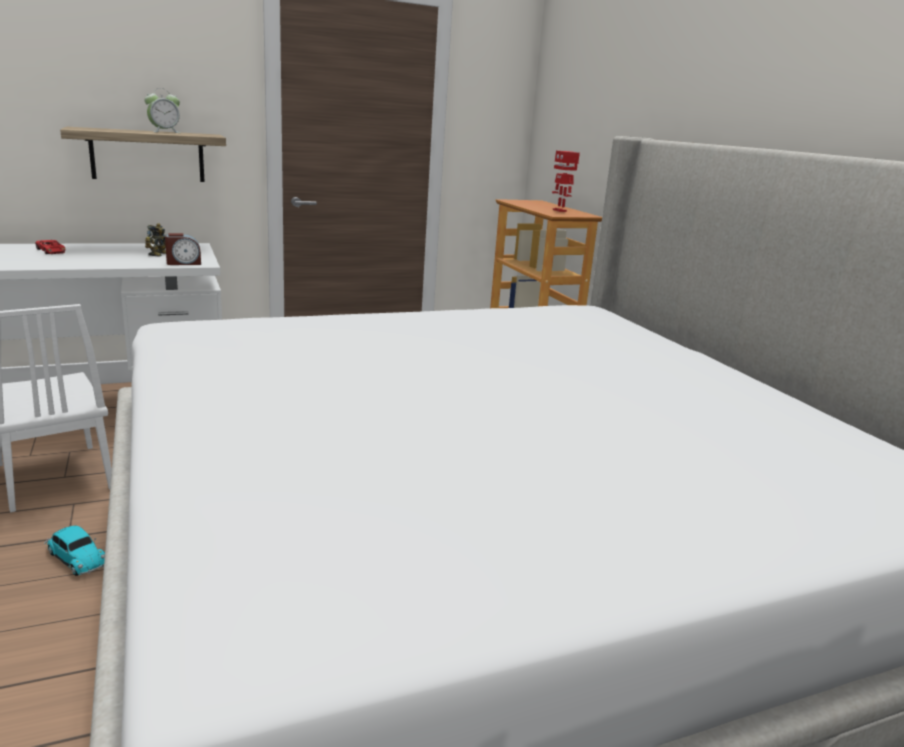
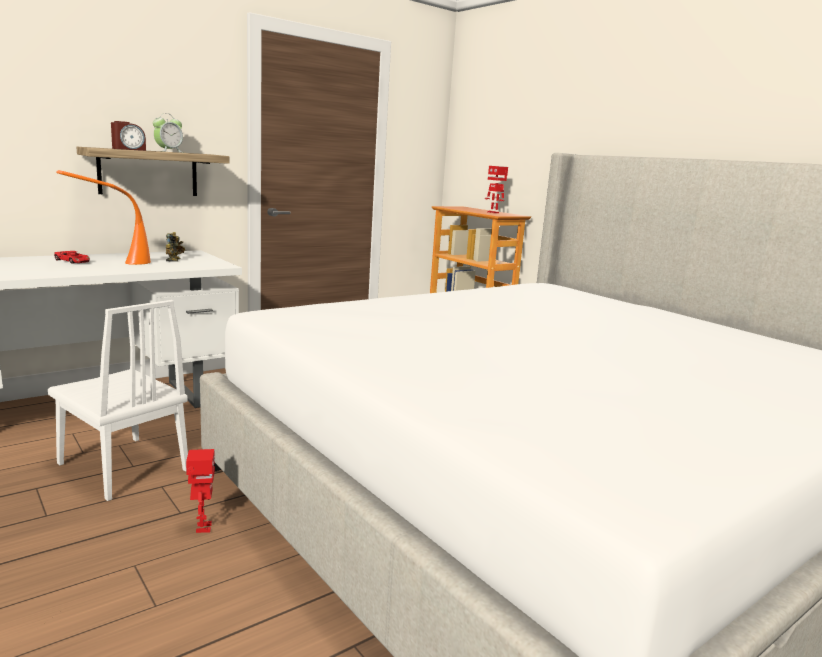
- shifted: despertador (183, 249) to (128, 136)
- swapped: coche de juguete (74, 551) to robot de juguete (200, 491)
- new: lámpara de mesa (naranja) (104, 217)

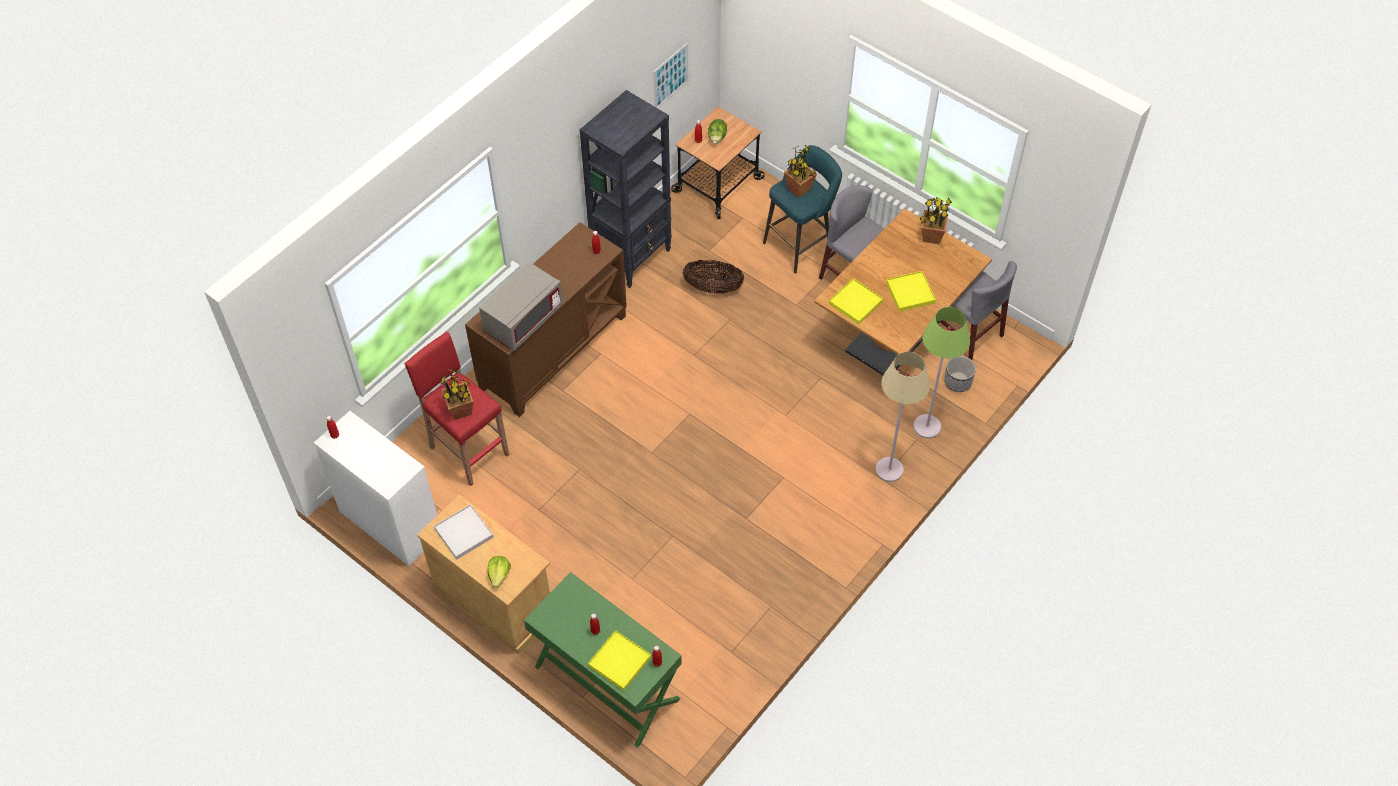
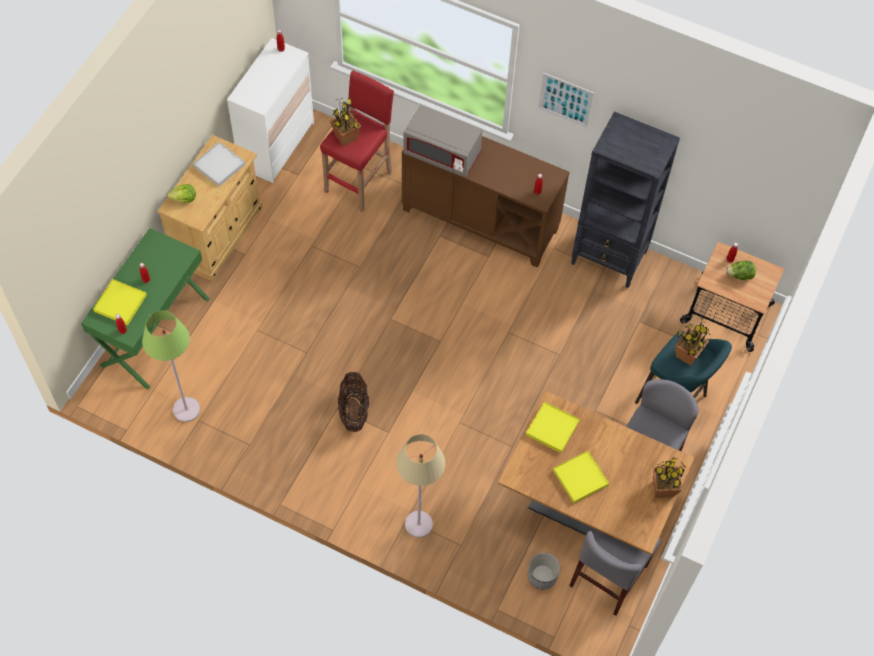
- shifted: cuadro (670, 75) to (566, 100)
- shifted: cesta (713, 277) to (353, 402)
- shifted: lámpara de pie (verde) (941, 372) to (171, 366)

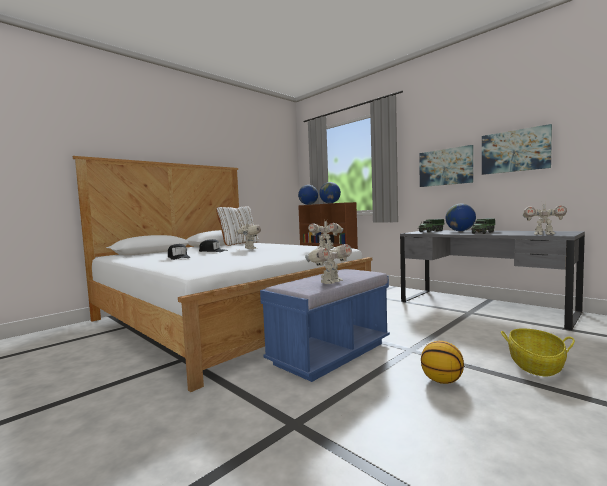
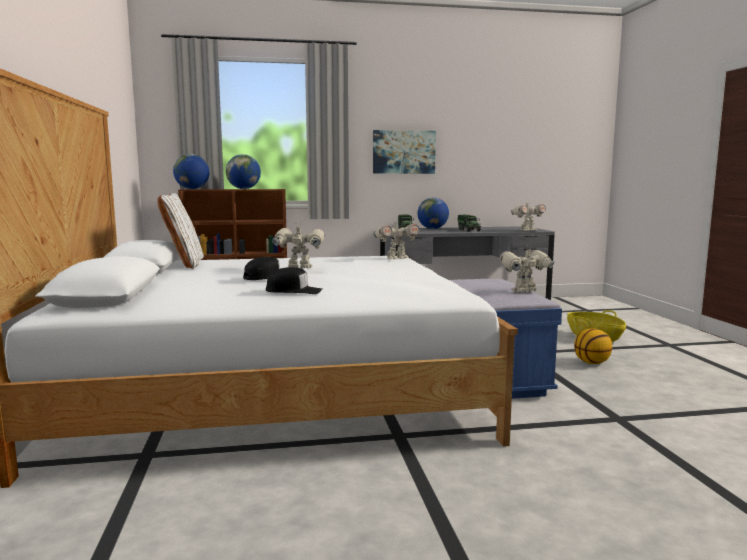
- gone: cuadro (517, 149)
- rotated: robot de juguete (328, 261) = (527, 269) 105 degrees counterclockwise

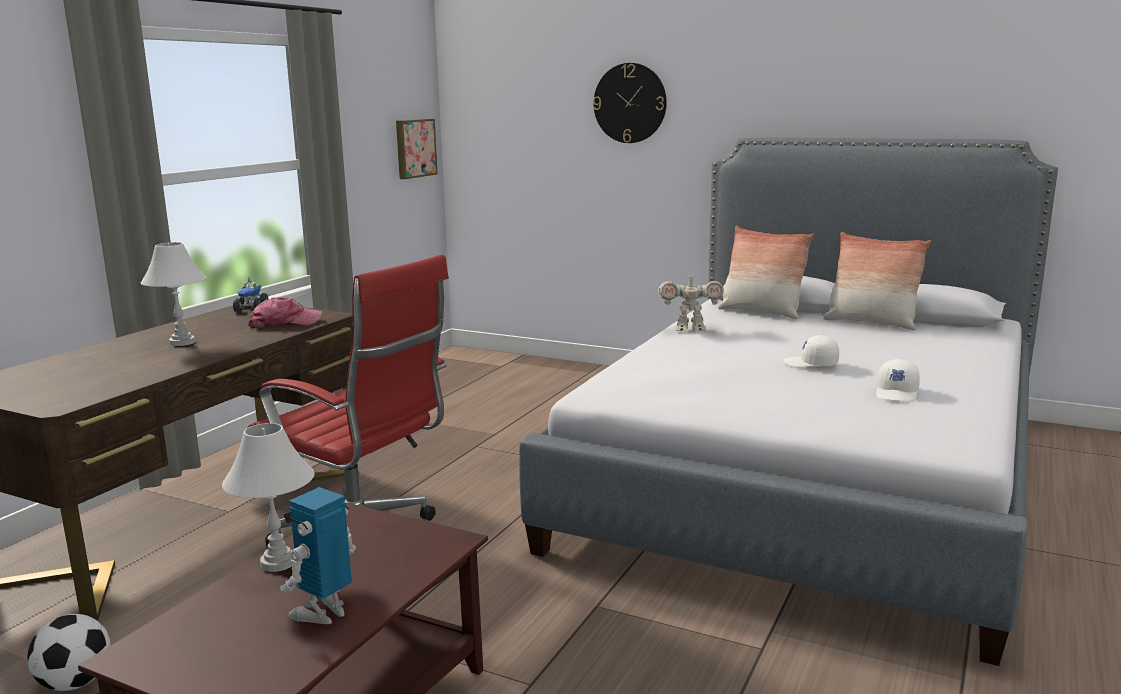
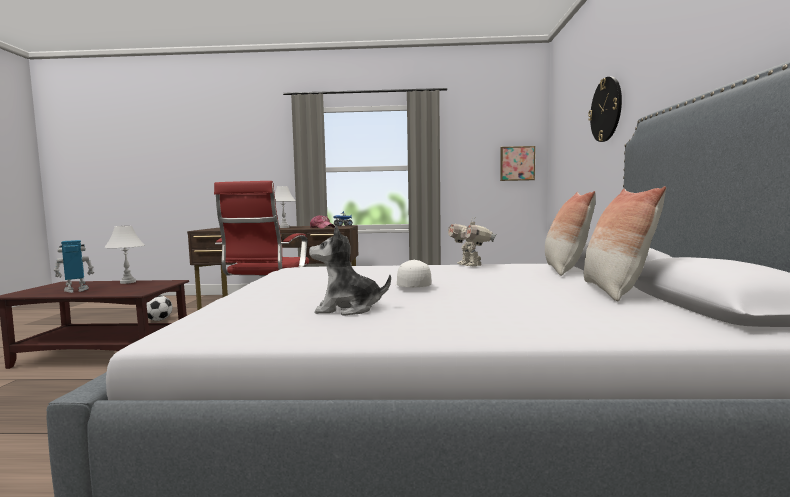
- swapped: gorra (blanco) (898, 380) to peluche (350, 270)
- rotated: robot de juguete (318, 555) = (73, 266) 45 degrees counterclockwise

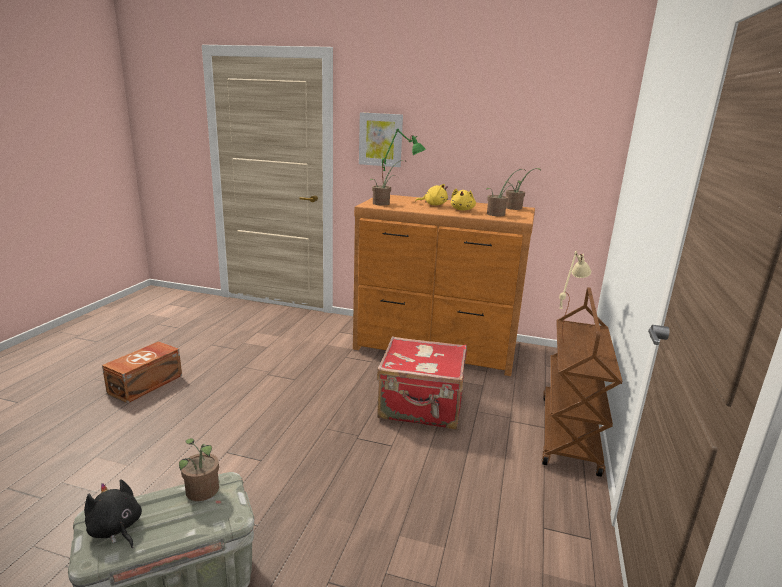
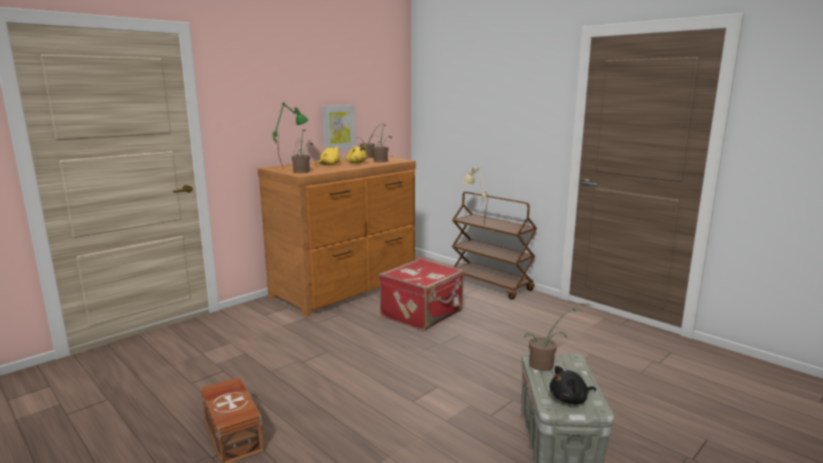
- shifted: cuadro (381, 139) to (339, 127)

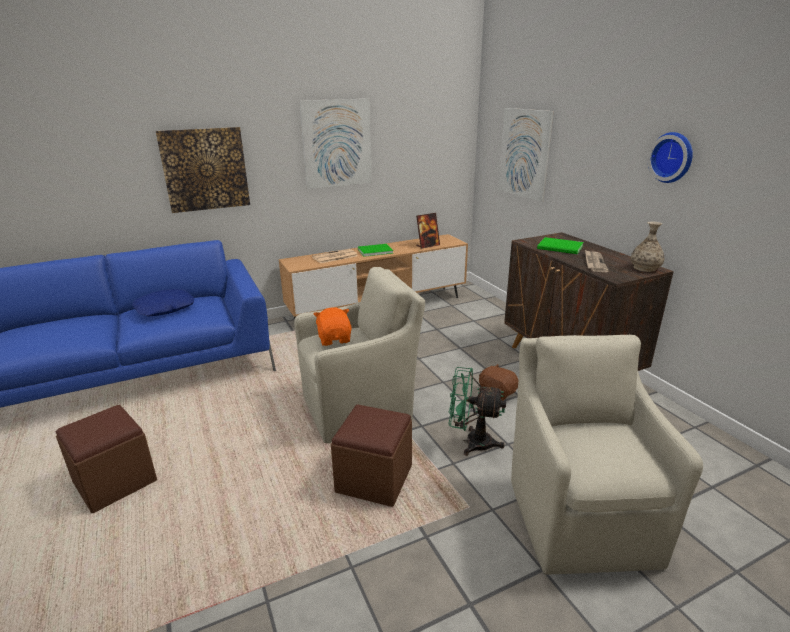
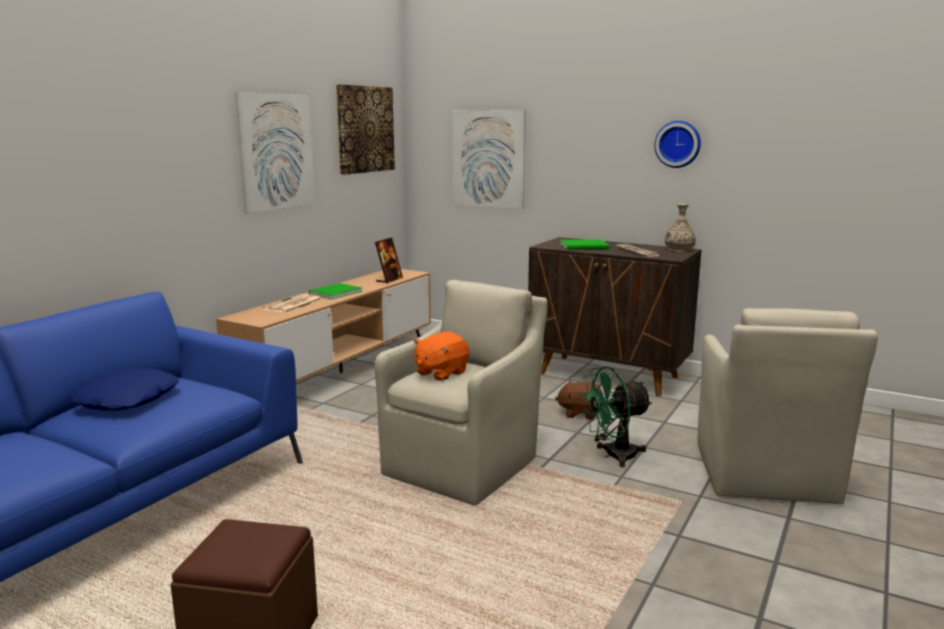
- shifted: cuadro (203, 170) to (365, 129)
- rotated: peluche (naranja) (333, 326) = (441, 356) 90 degrees counterclockwise
- rotated: sillón (beis) (607, 455) = (787, 406) 135 degrees counterclockwise
- gone: puf (marrón) (371, 456)

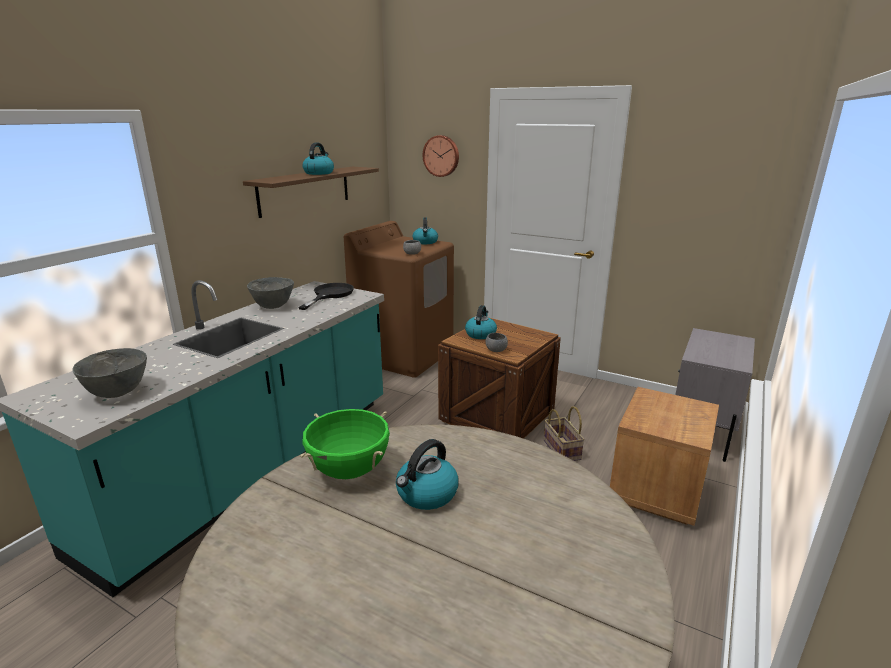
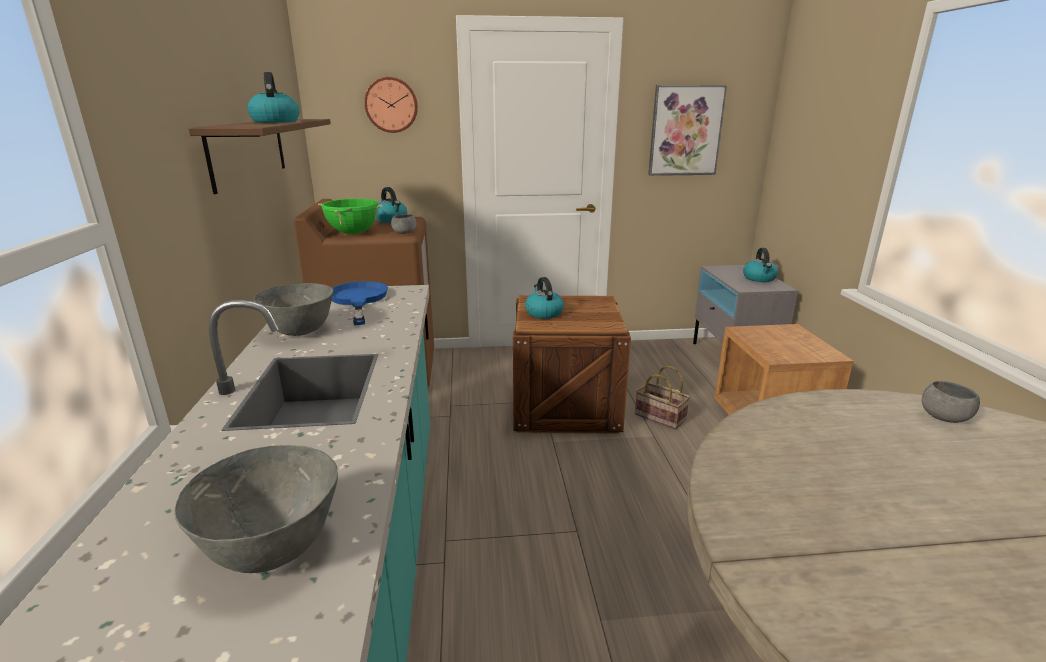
- repainted: sartén (negro) (326, 296) to sartén (azul) (360, 303)
- shifted: cuenco (gris) (497, 342) to (950, 402)
- shifted: olla (verde) (345, 444) to (350, 216)
- shifted: hervidor (427, 474) to (760, 265)
- new: cuadro (687, 130)

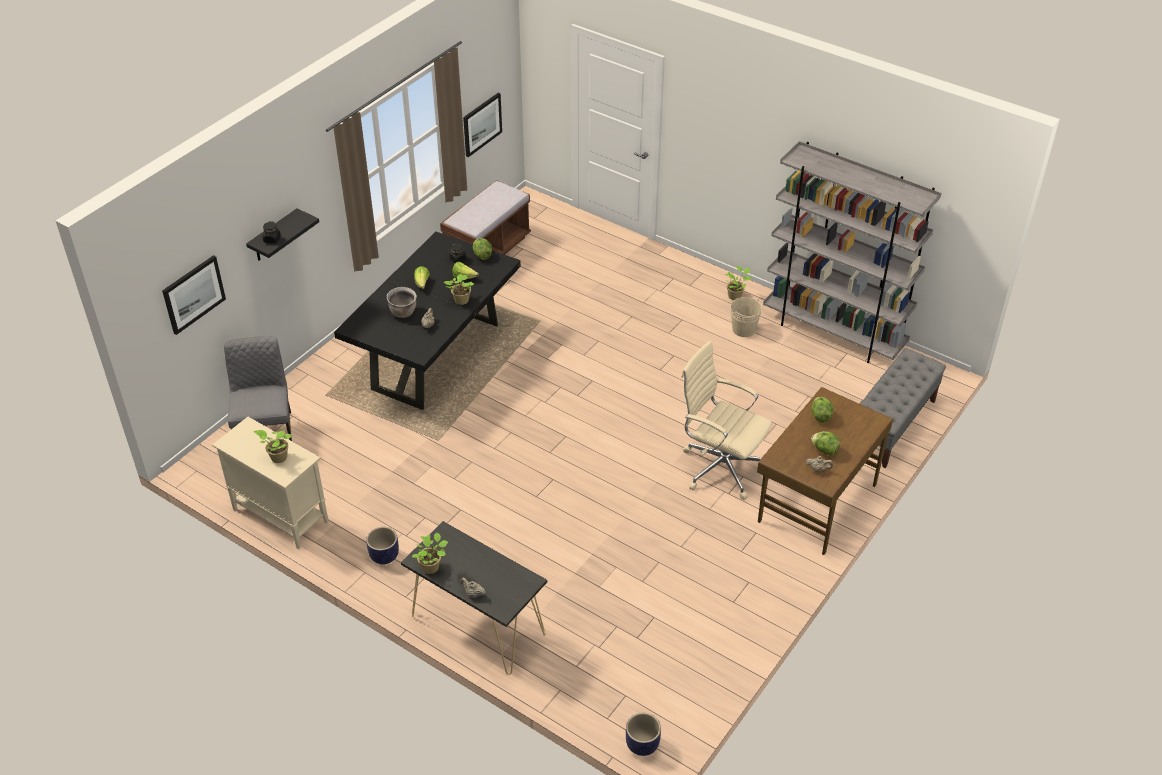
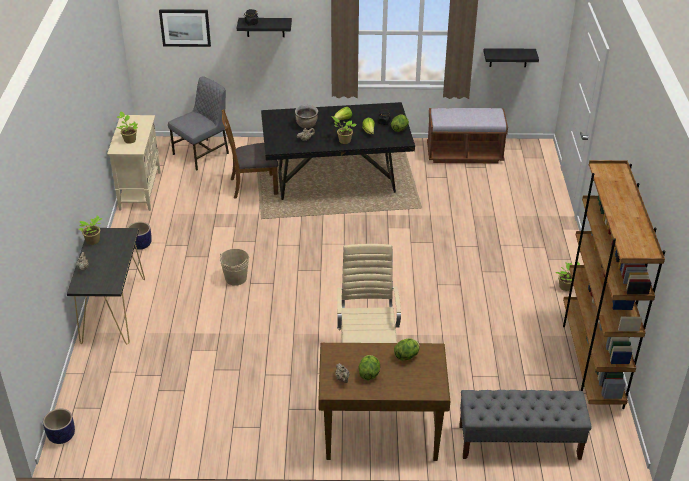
- swapped: cuadro (482, 125) to estante (negro) (511, 57)
- repainted: estantería (gris) (852, 252) to estantería (marrón) (614, 284)
- shifted: cubo (beis) (746, 317) to (234, 267)
- new: silla (marrón) (250, 154)

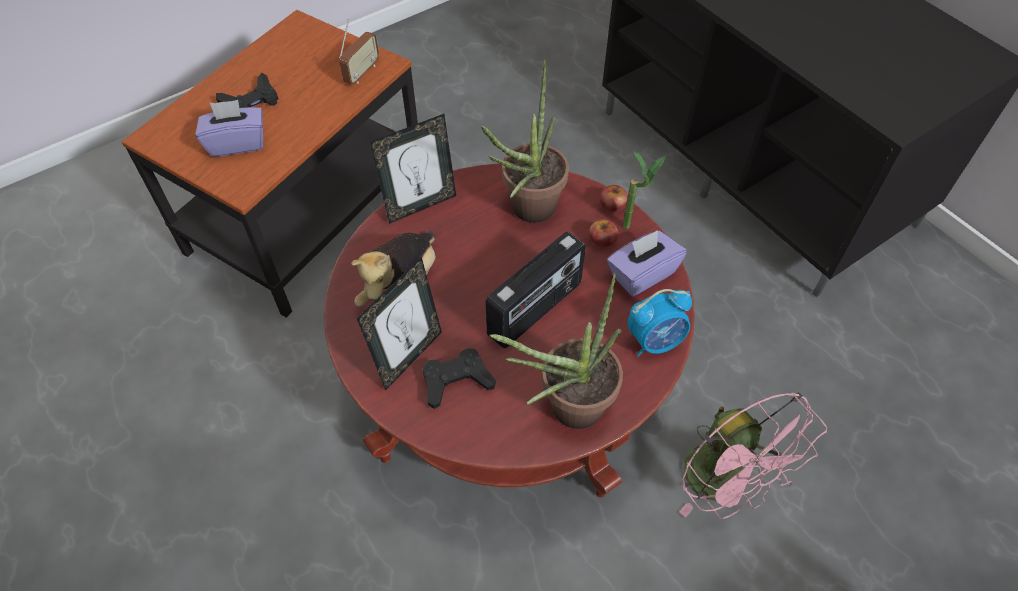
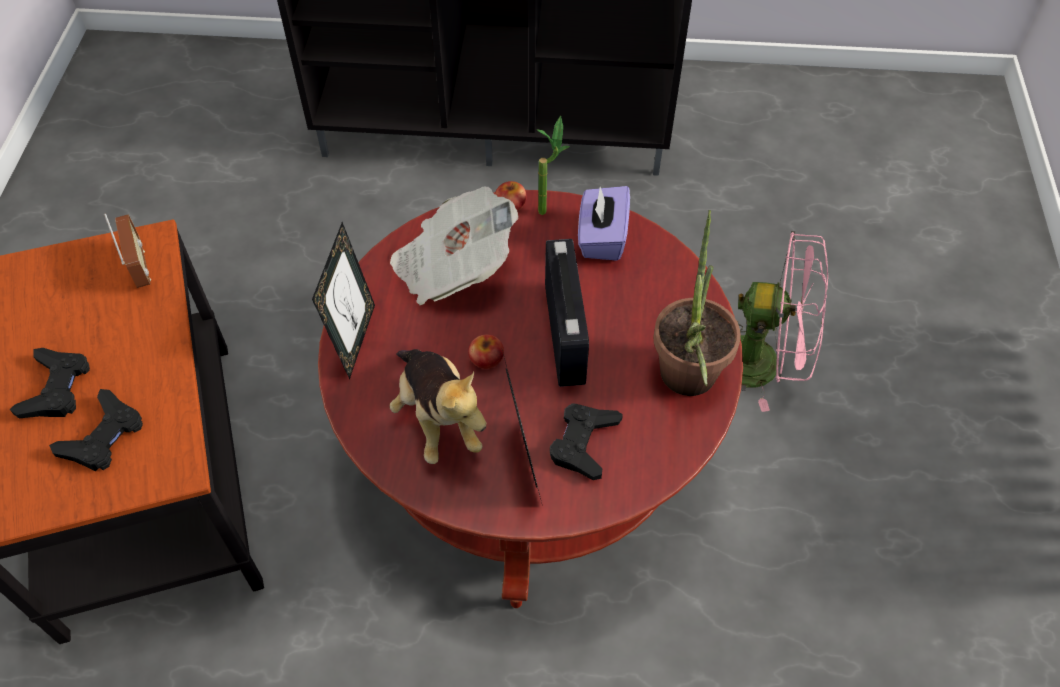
- swapped: planta en maceta (525, 141) to periódico (454, 246)
- swapped: caja de pañuelos (morado) (229, 128) to mando de consola (negro) (96, 430)
- shifted: manzana (603, 233) to (486, 352)
- gone: despertador (659, 323)

